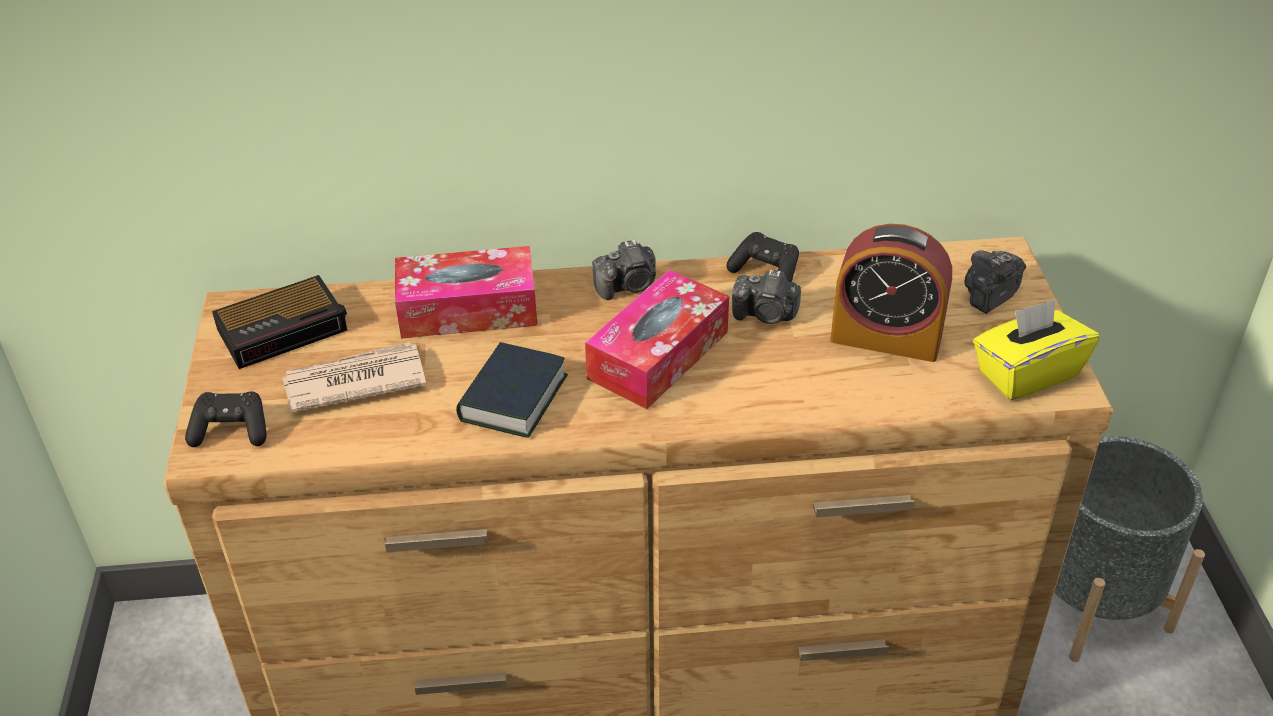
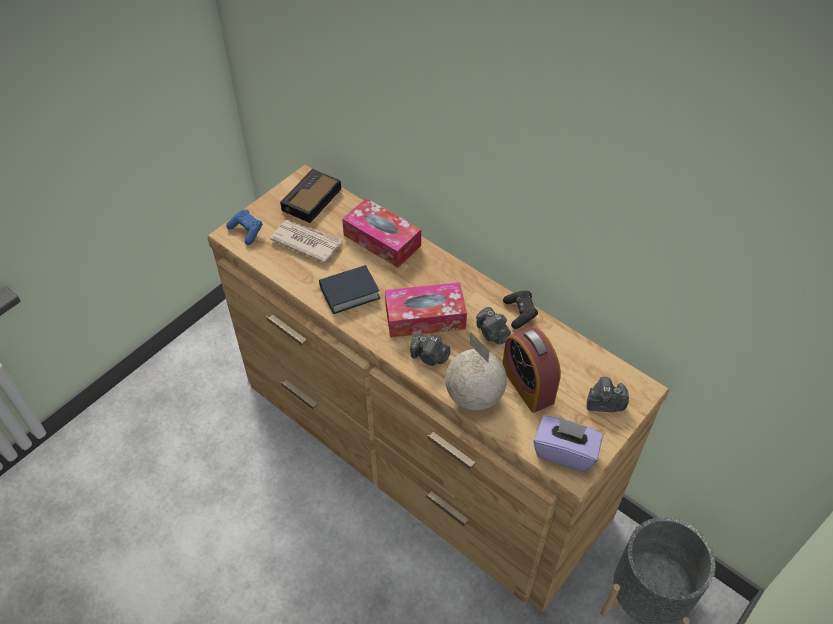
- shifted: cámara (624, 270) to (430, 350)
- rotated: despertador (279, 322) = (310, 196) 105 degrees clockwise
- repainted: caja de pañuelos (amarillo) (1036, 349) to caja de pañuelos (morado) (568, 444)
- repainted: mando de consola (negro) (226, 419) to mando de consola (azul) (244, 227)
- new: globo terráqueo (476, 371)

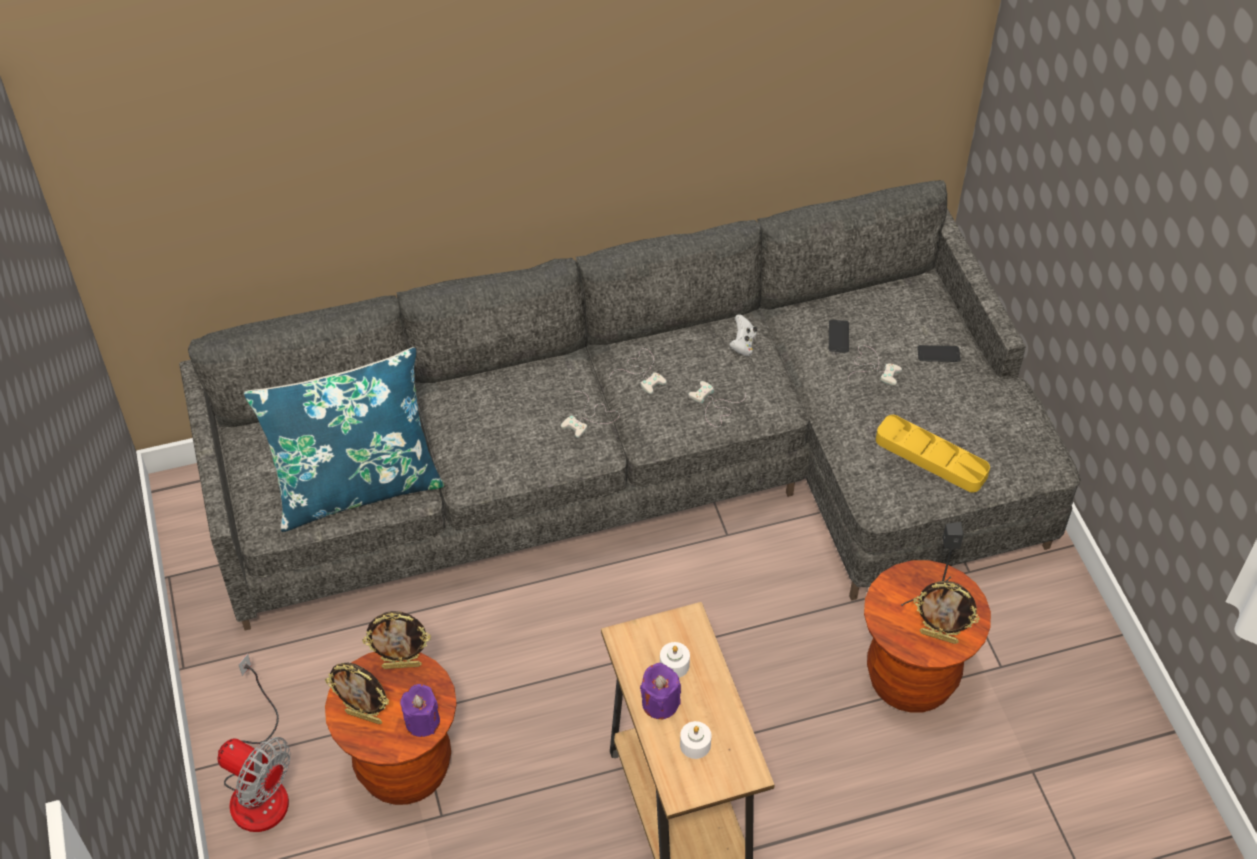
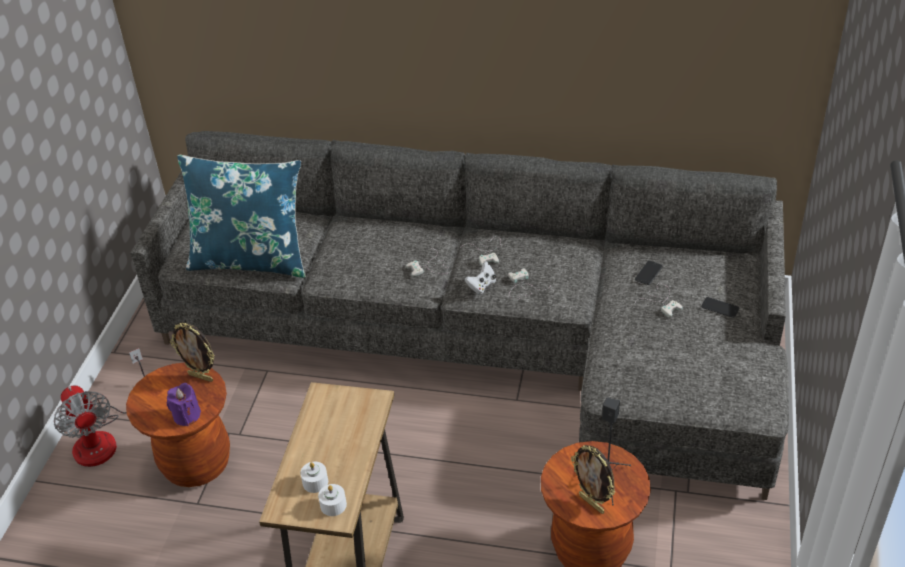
- shifted: mando de consola (blanco) (743, 335) to (480, 277)
- gone: bandeja (amarillo) (933, 453)
- shifted: vela (blanco) (675, 660) to (332, 500)
- gone: portarretratos (357, 693)
- gone: vela (morado) (660, 691)

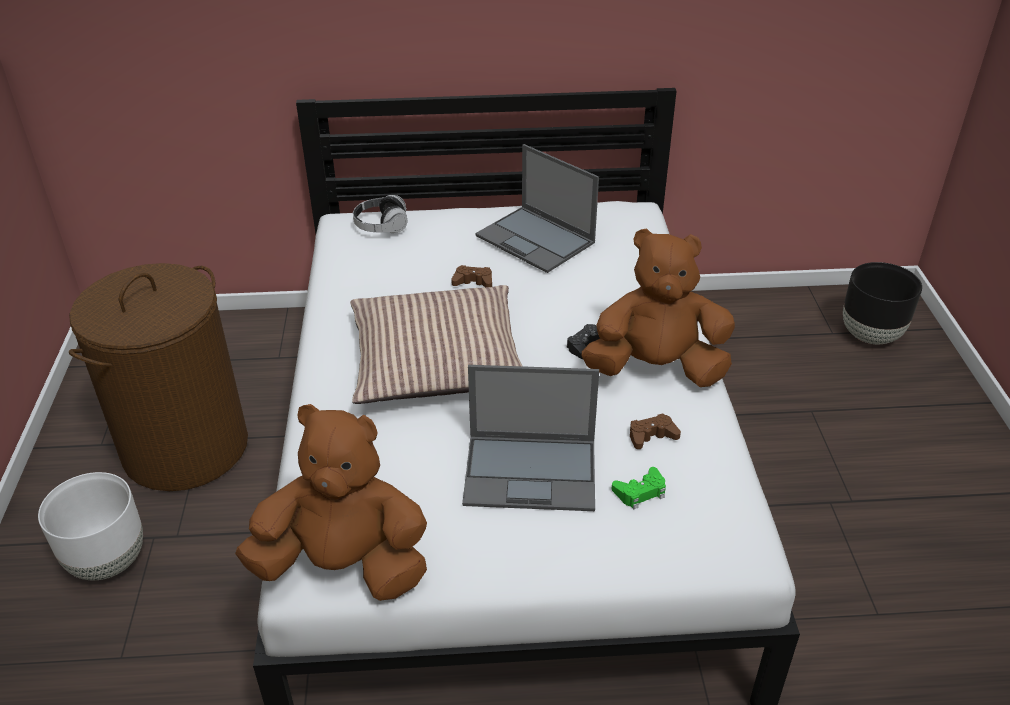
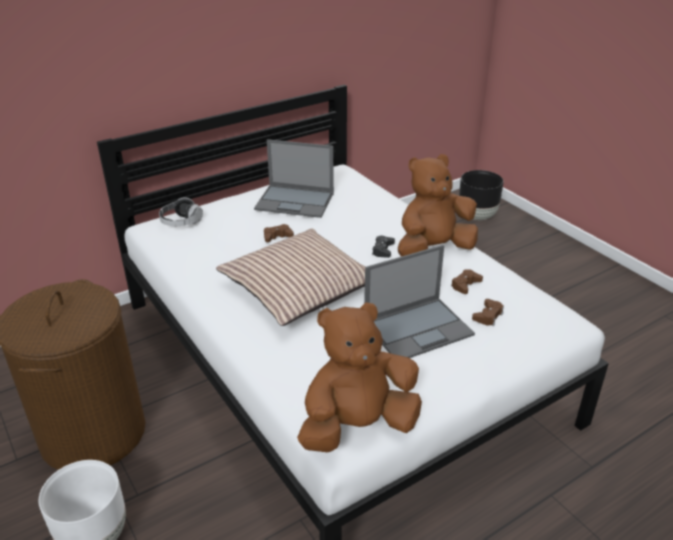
- repainted: mando de consola (verde) (638, 488) to mando de consola (marrón) (488, 312)

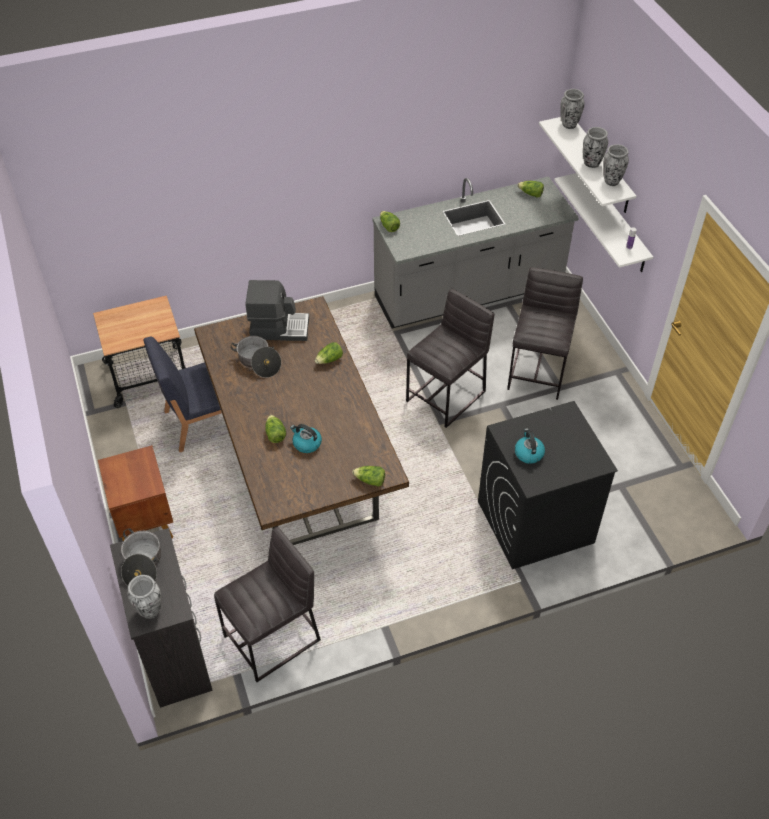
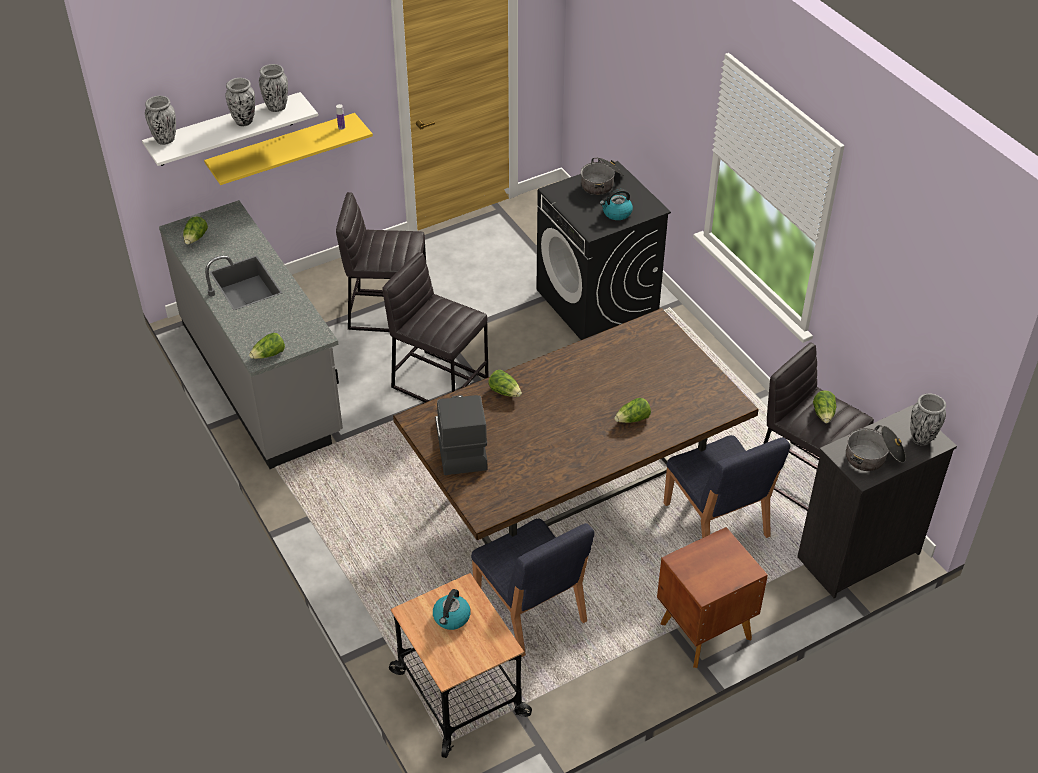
- repainted: estante (blanco) (604, 222) to estante (amarillo) (288, 149)
- shifted: olla (256, 357) to (602, 176)
- shifted: hervidor (306, 438) to (452, 609)
- shifted: lechuga (368, 476) to (824, 407)
- new: silla (azul) (727, 486)

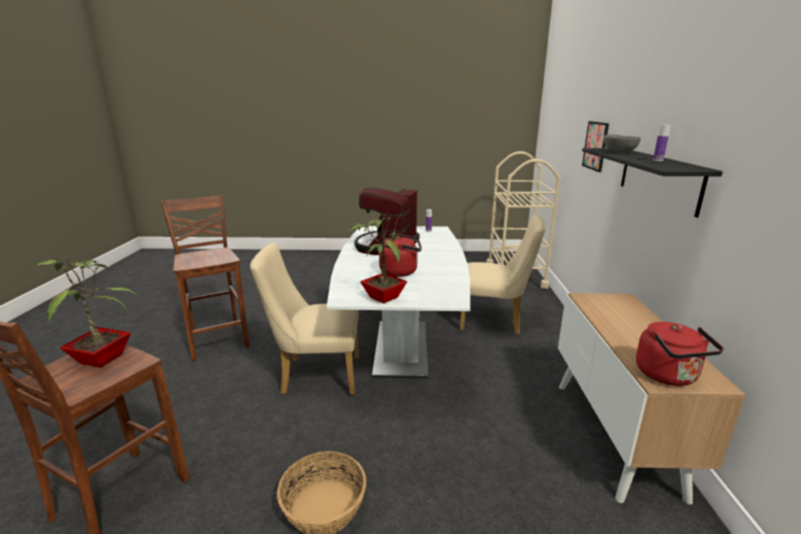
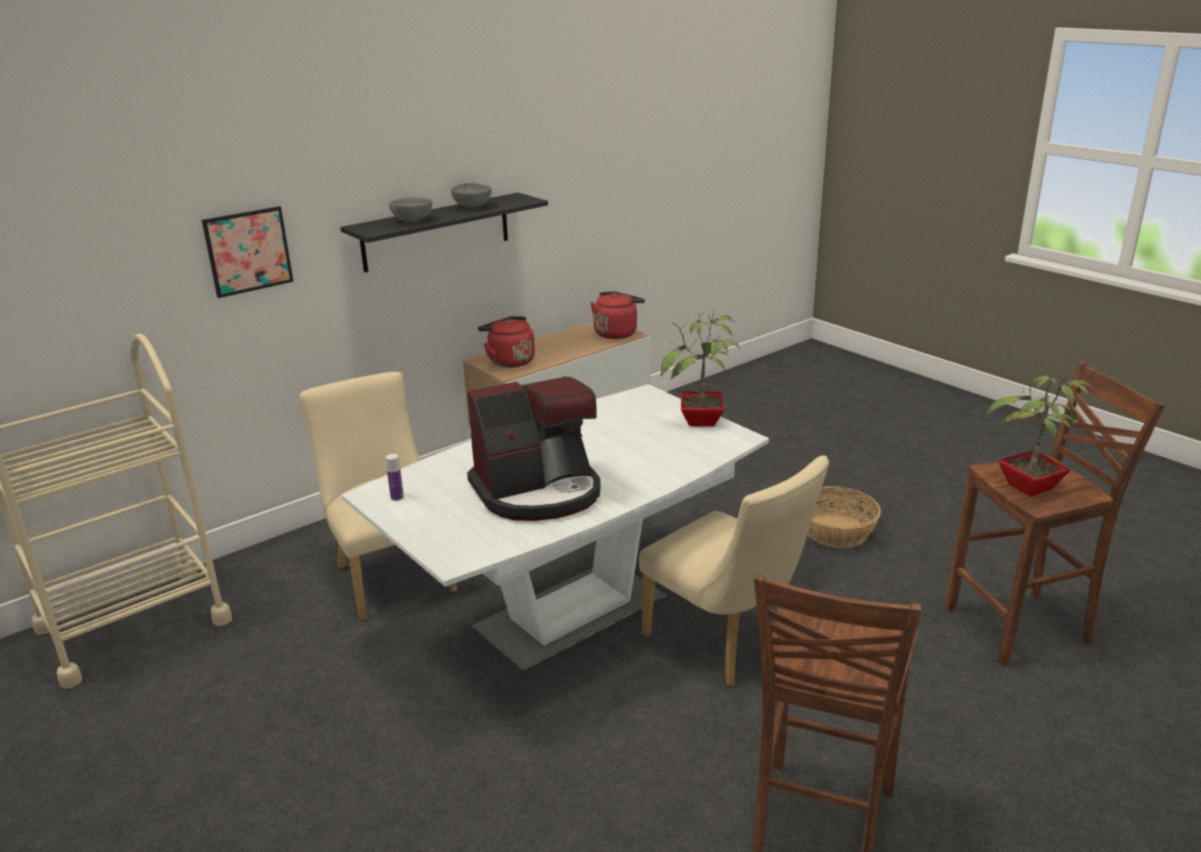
- swapped: botella (662, 143) to cuenco (gris) (471, 195)
- shifted: hervidor (rojo) (400, 255) to (506, 342)

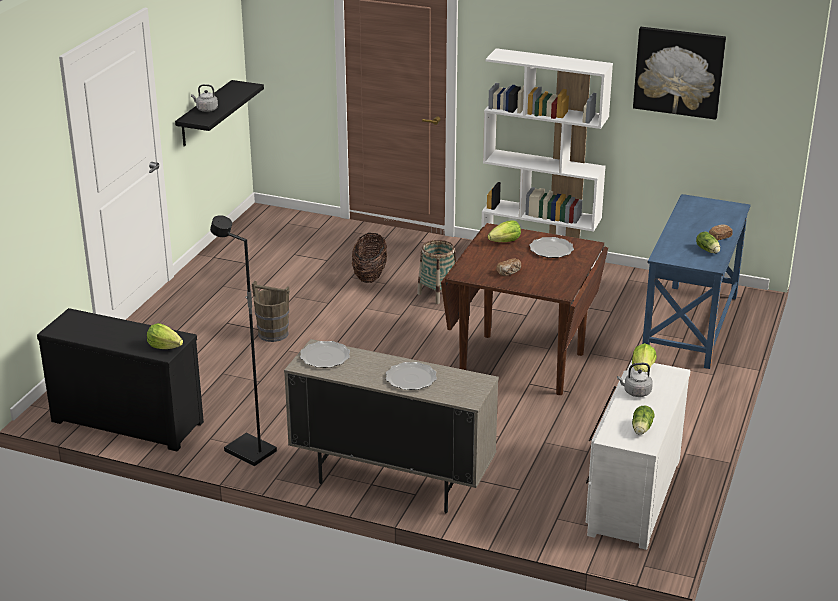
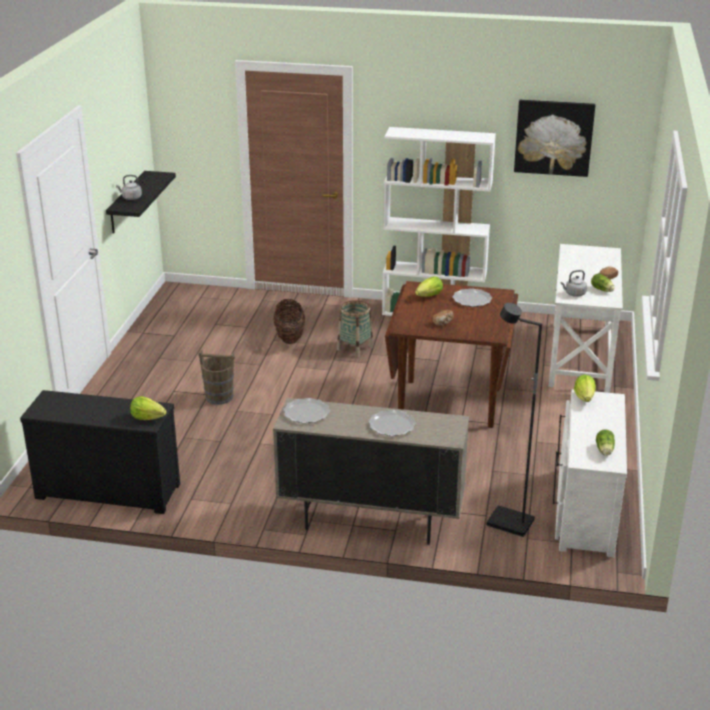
- repainted: escritorio (azul) (696, 281) to escritorio (blanco) (586, 318)
- shifted: lámpara de pie (negro) (243, 340) to (514, 420)
- shifted: hervidor (gris) (635, 380) to (574, 283)

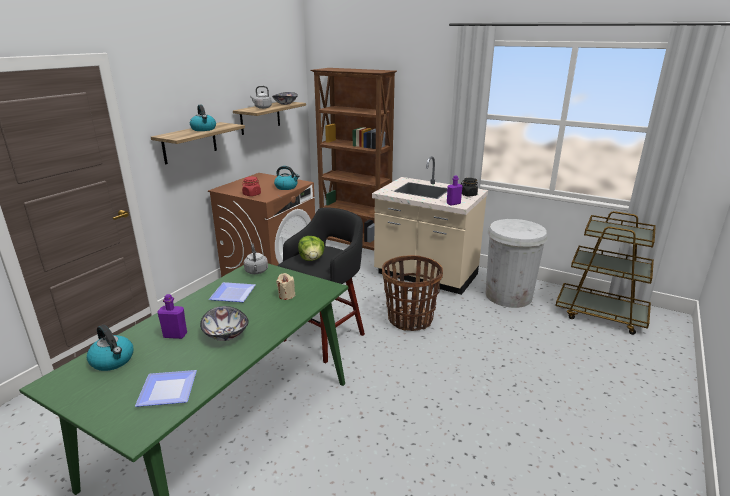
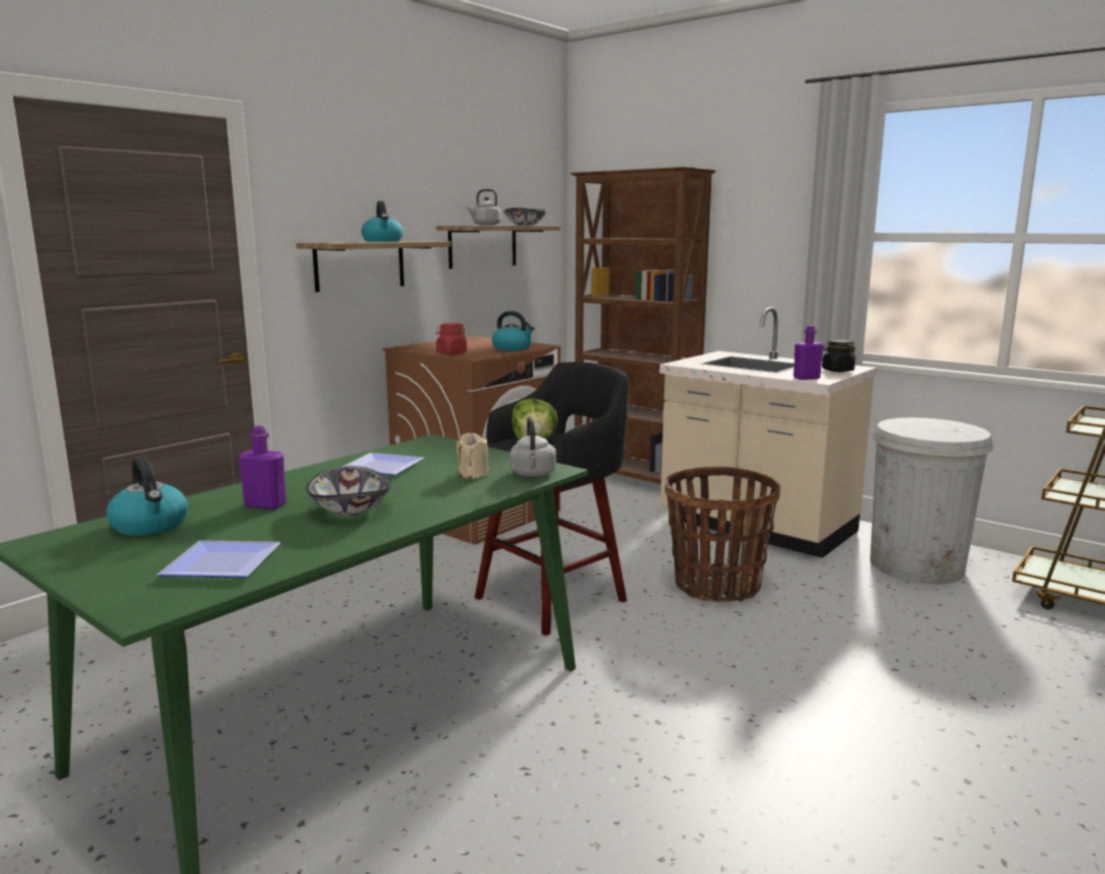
- shifted: hervidor (gris) (256, 258) to (533, 447)

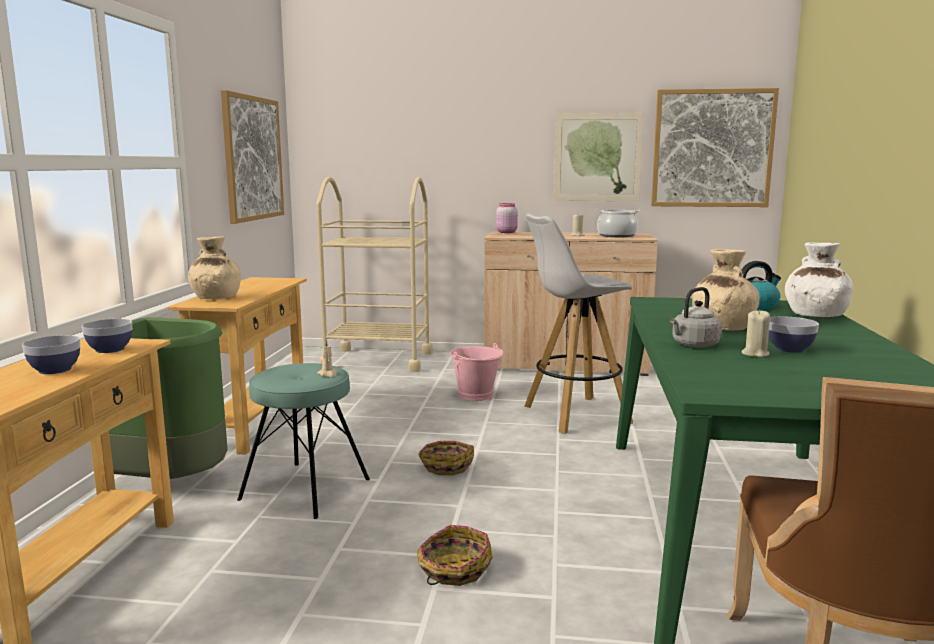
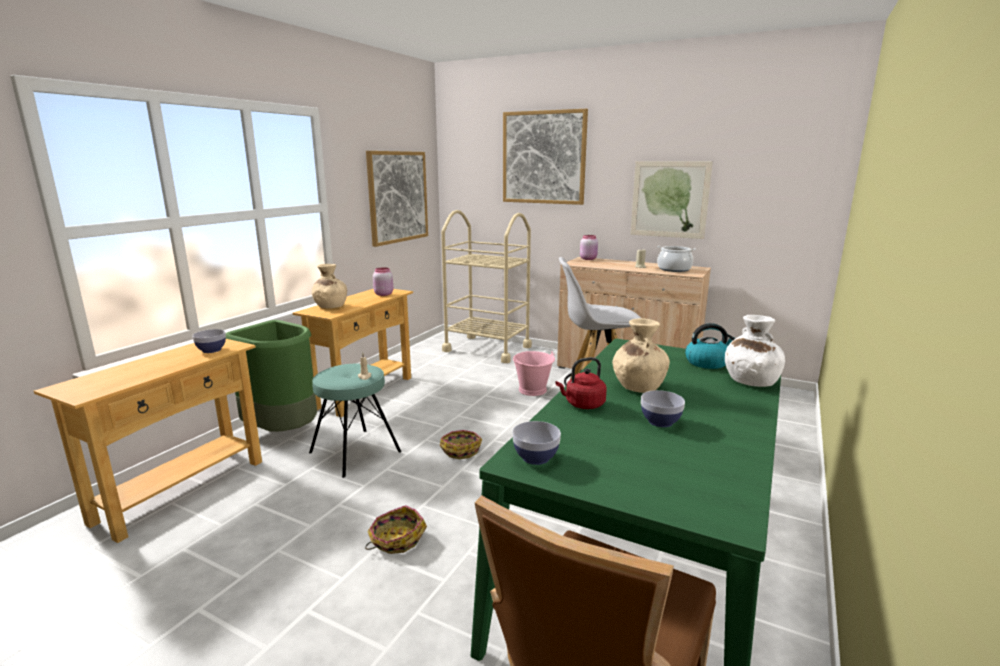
- shifted: cuadro (715, 147) to (545, 157)
- repainted: hervidor (gris) (695, 317) to hervidor (rojo) (581, 383)
- gone: vela (beis) (755, 333)
- shifted: cuenco (51, 354) to (536, 443)
- new: tarro (rosa) (383, 281)

